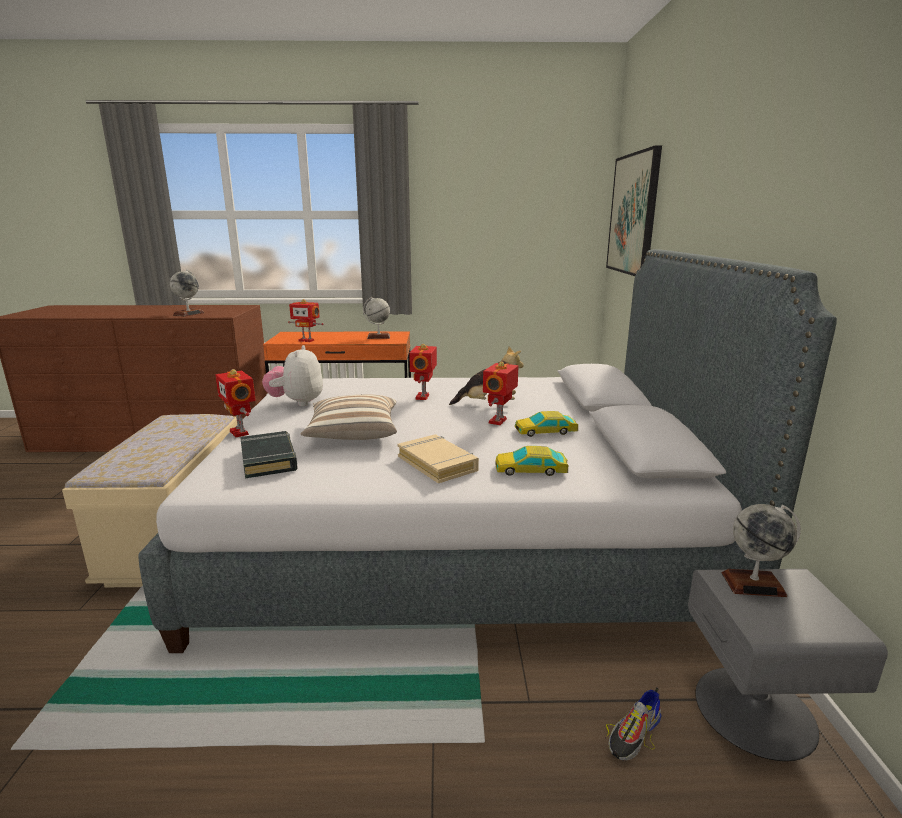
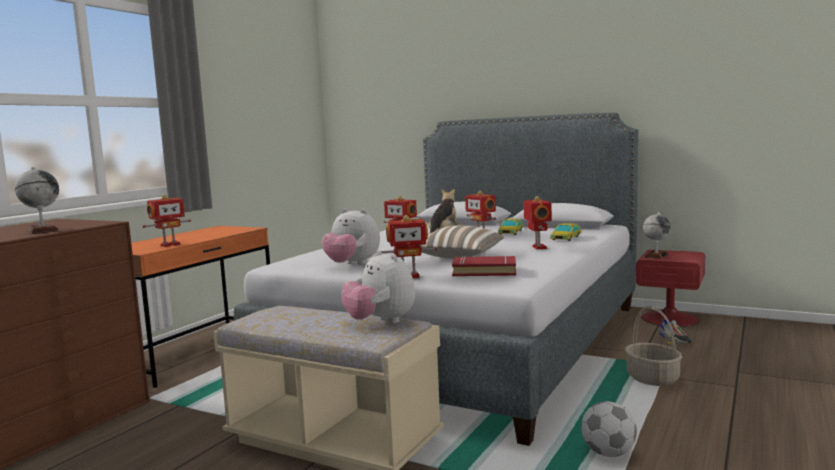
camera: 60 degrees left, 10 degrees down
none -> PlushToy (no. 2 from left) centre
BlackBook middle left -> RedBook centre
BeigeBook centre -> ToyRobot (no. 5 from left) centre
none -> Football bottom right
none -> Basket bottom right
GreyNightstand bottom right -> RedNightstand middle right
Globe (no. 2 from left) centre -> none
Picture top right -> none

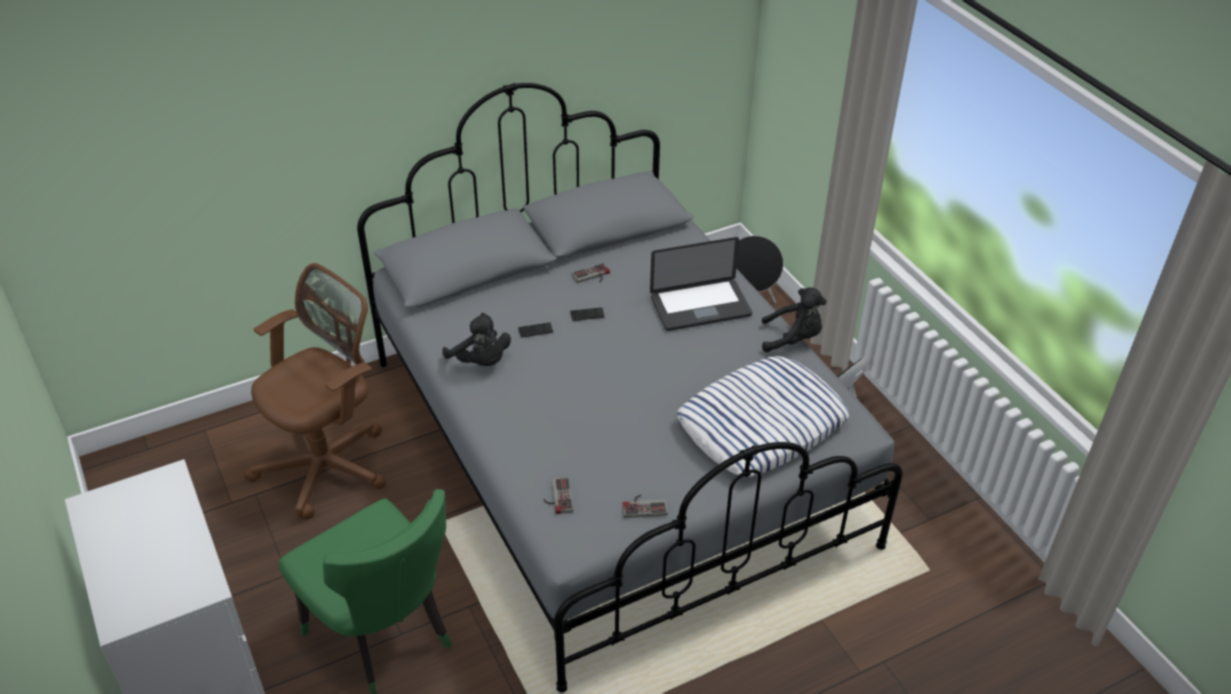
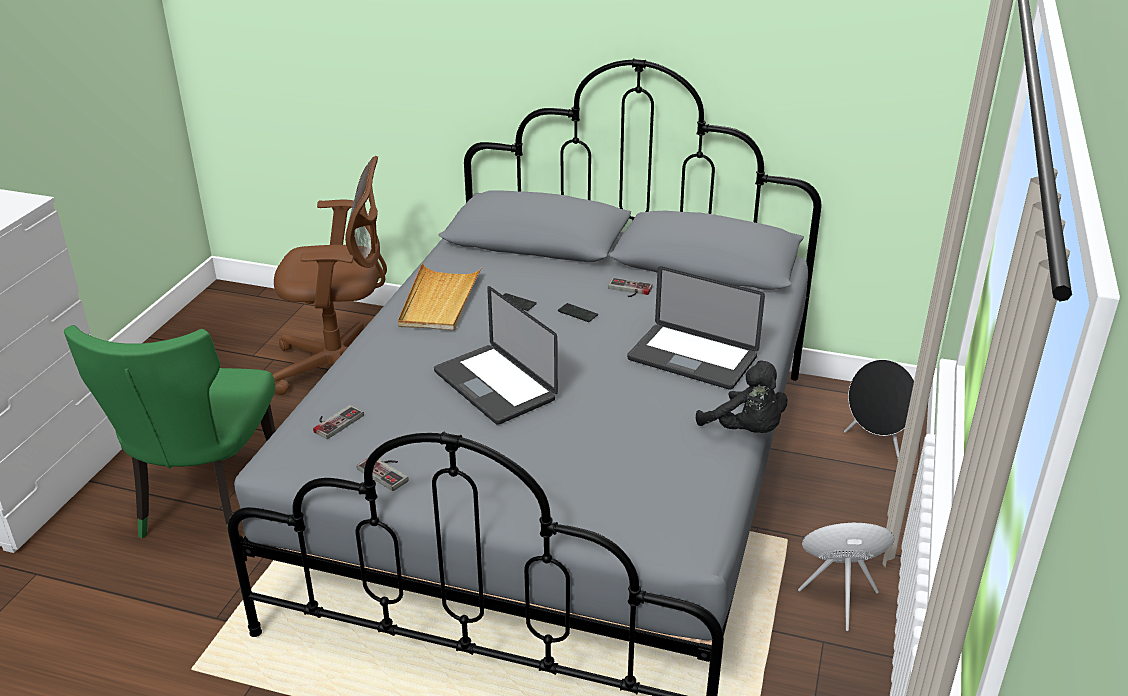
camera: 45 degrees right, 10 degrees down
BlackPlushToy (no. 1 from left) centre -> BeigeTray centre
none -> Laptop (no. 1 from left) centre
Pillow centre -> none

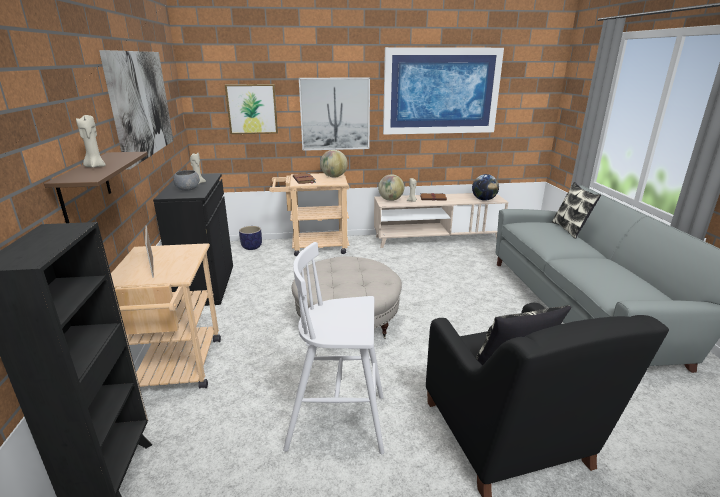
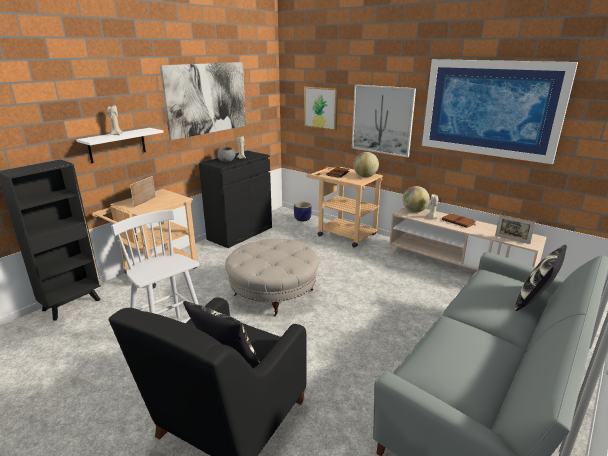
camera: 45 degrees right, 0 degrees up
BrownShelf middle left -> WhiteShelf top left
Globe (no. 3 from left) middle right -> PictureFrame (no. 2 from left) middle right

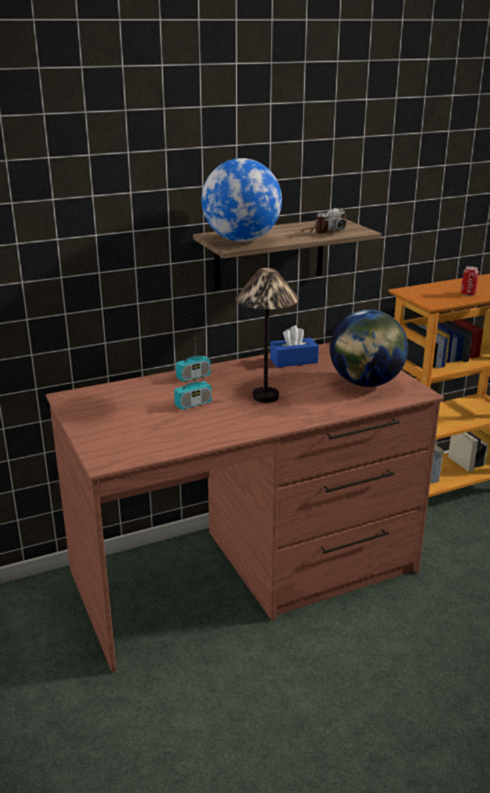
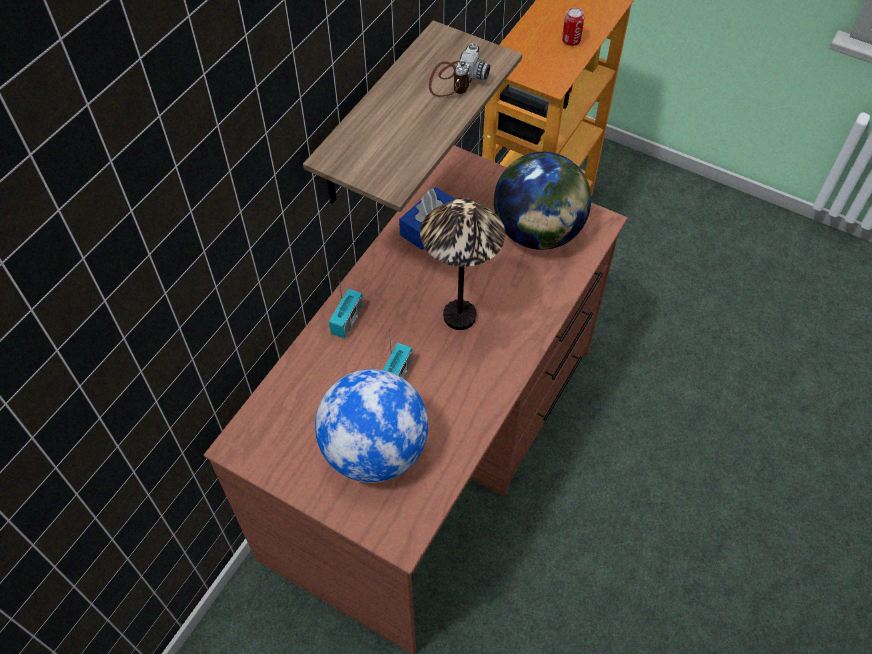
camera: 35 degrees left, 30 degrees up
Globe (no. 1 from left) top centre -> Globe (no. 1 from left) centre, shifted

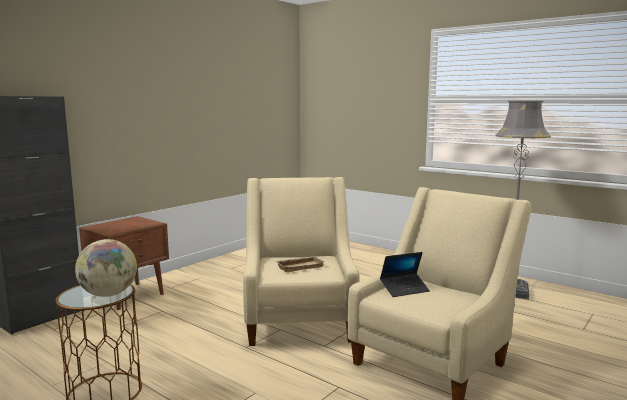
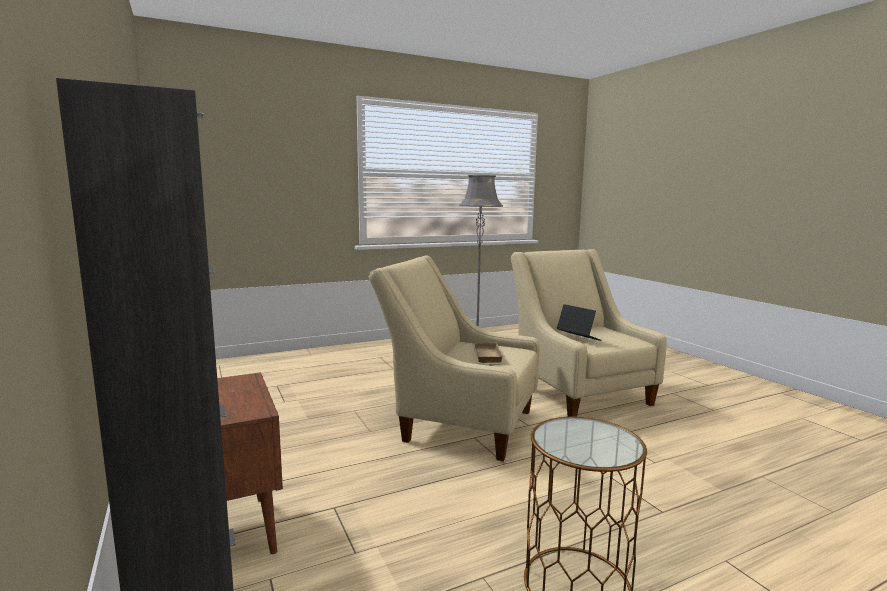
camera: 65 degrees left, 0 degrees up
Laptop bottom centre -> Laptop centre, 45 degrees counterclockwise
Globe bottom left -> none

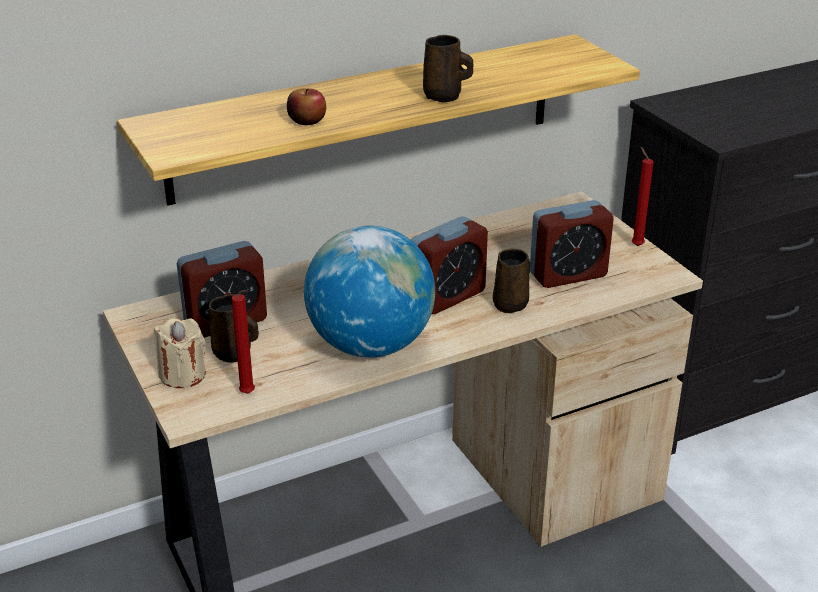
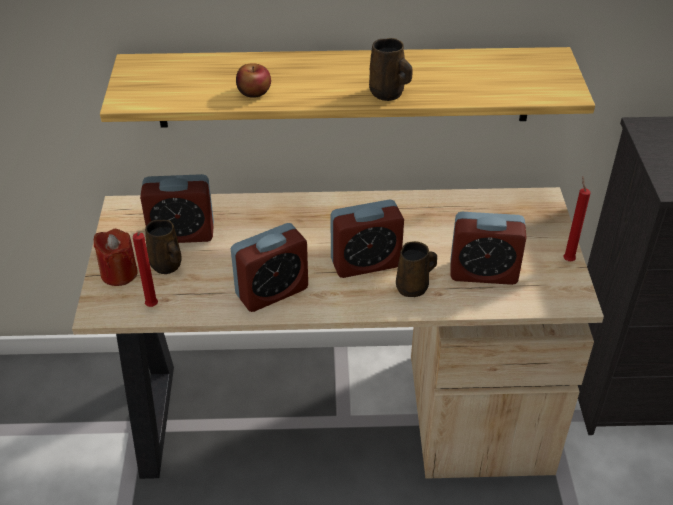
camera: 25 degrees right, 10 degrees up
BeigeCandle middle left -> RedCandle (no. 1 from left) middle left
Globe centre -> AlarmClock (no. 2 from left) centre

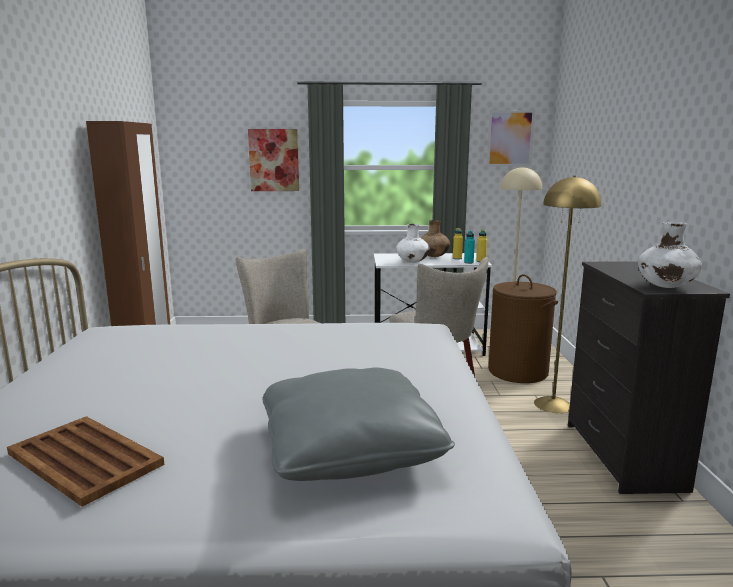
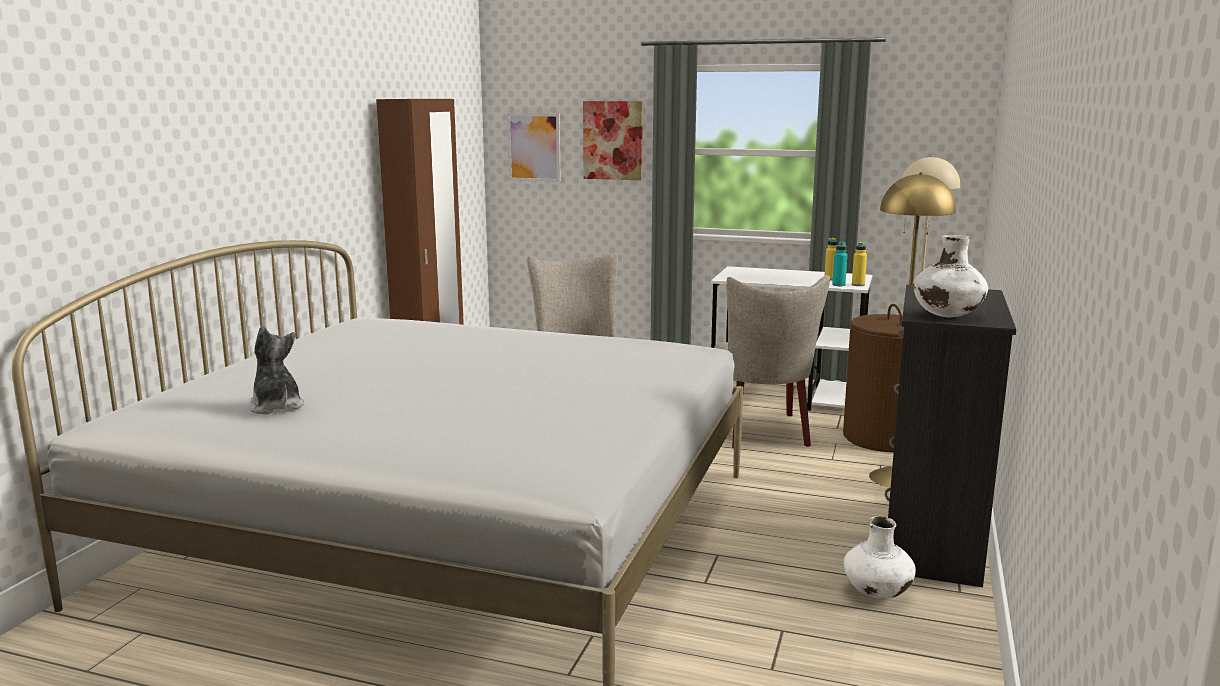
camera: 20 degrees right, 0 degrees up
BrownTray bottom left -> PlushToy middle left
Picture (no. 2 from left in the first image) top right -> Picture (no. 1 from left) top centre, shifted
WhiteVase (no. 1 from left) centre -> WhiteVase (no. 1 from left) bottom right, shifted
GreyPillow bottom centre -> none
BrownVase centre -> none

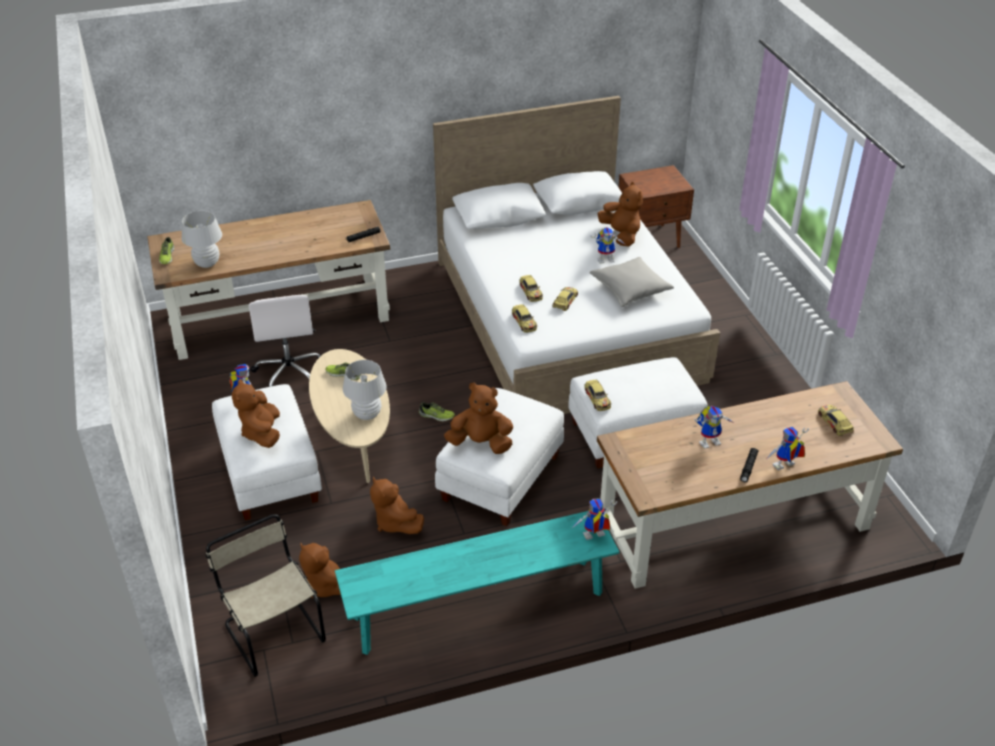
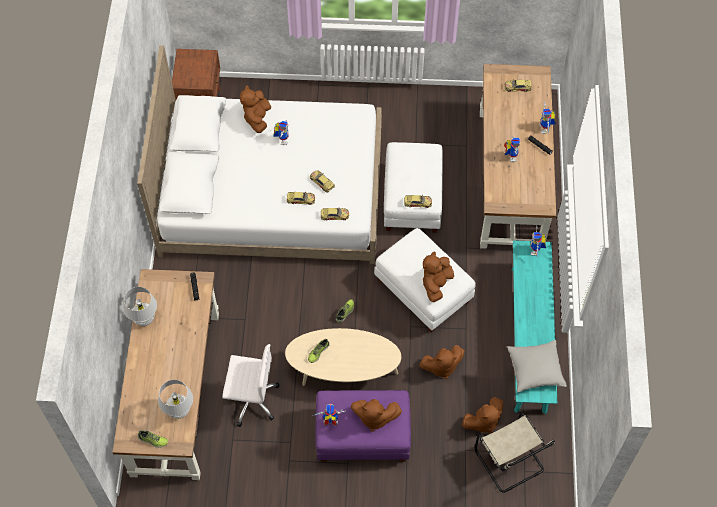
camera: 70 degrees left, 20 degrees up
WhiteTableLamp (no. 2 from left in the first image) centre -> WhiteTableLamp (no. 1 from left) middle left, shifted
BrownPlushToy (no. 5 from left in the first image) top centre -> BrownPlushToy (no. 1 from left) top centre, 75 degrees counterclockwise
WhiteOttoman (no. 1 from left) middle left -> PurpleOttoman bottom centre
BeigeChair bottom left -> BeigeChair bottom right, 105 degrees counterclockwise
GreyPillow centre -> GreyPillow bottom right, shifted

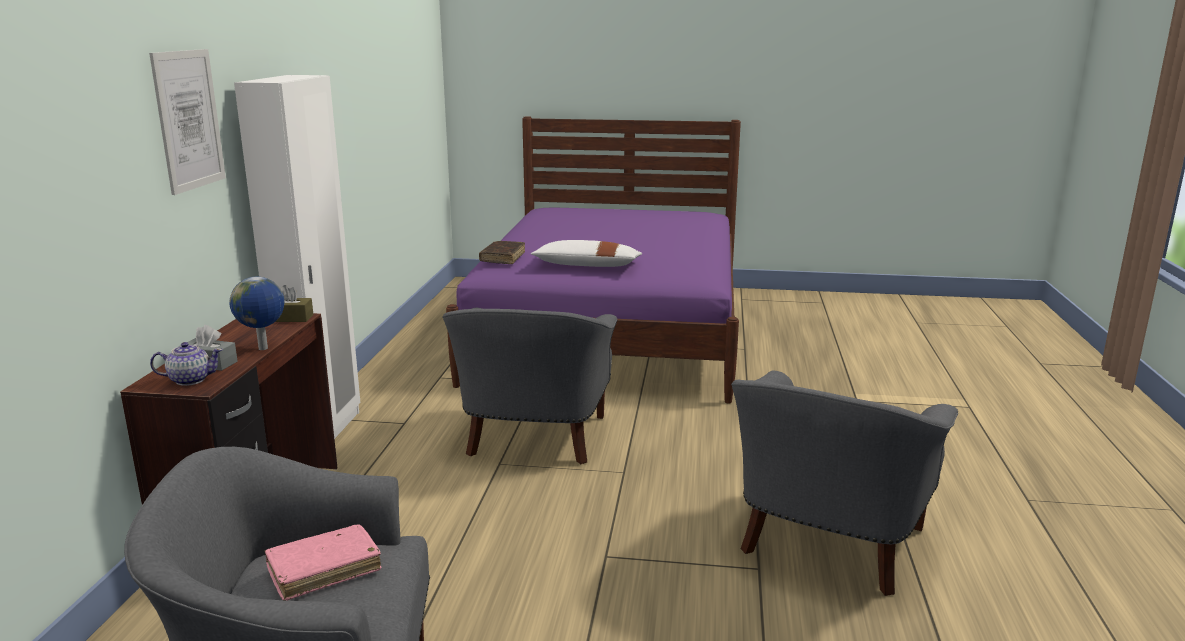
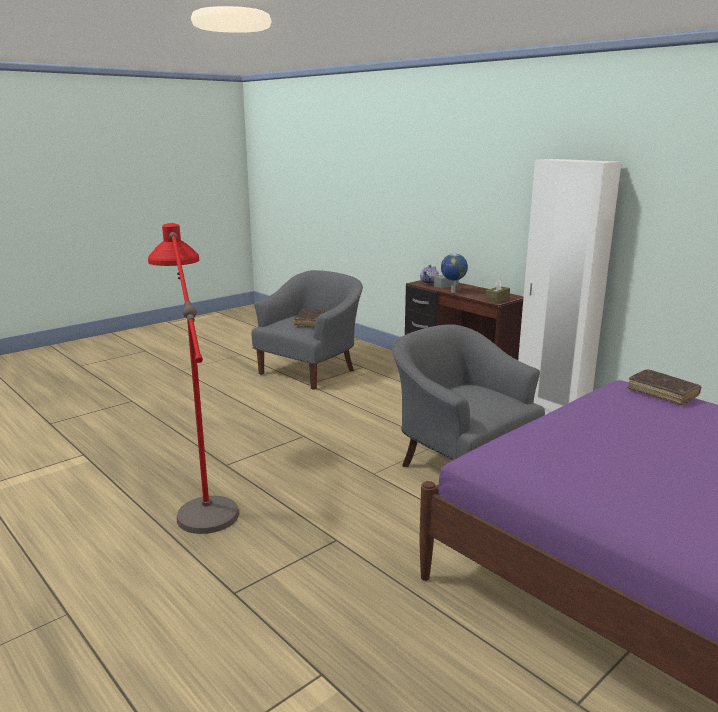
camera: 130 degrees right, 0 degrees up
GreyArmchair (no. 3 from left) bottom right -> RedFloorLamp middle left
PinkBook bottom left -> BrownBook (no. 1 from left) centre
Picture top left -> none
WhitePillow centre -> none

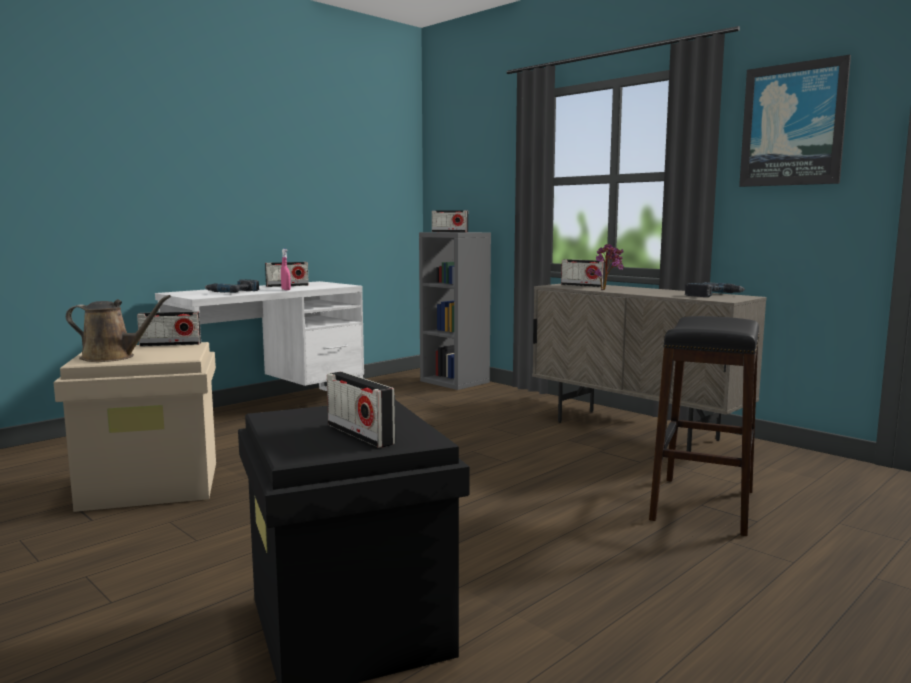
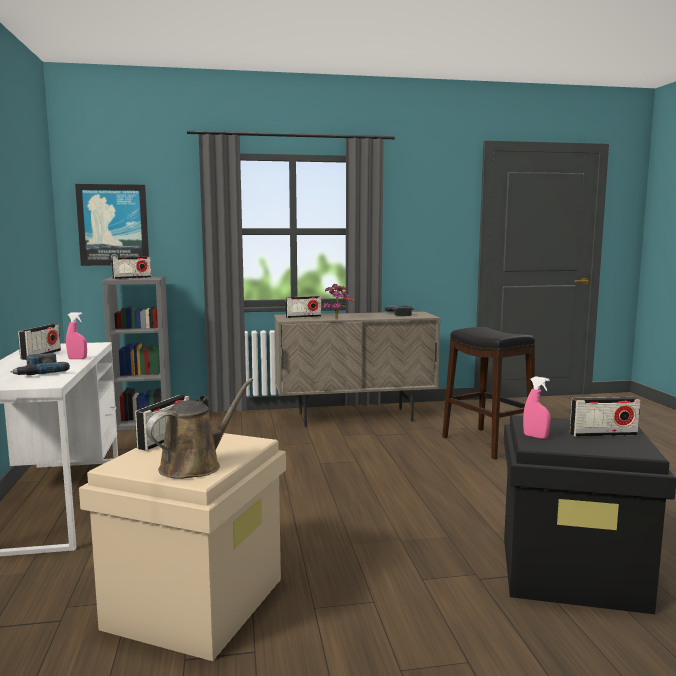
camera: 55 degrees left, 0 degrees up
Picture top right -> Picture top left, shifted
none -> PinkSprayBottle (no. 2 from left) middle right

